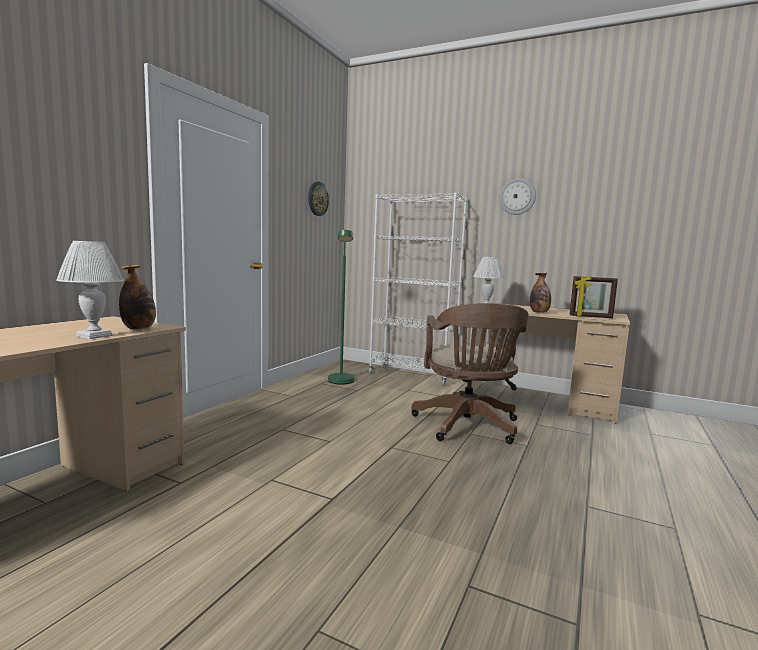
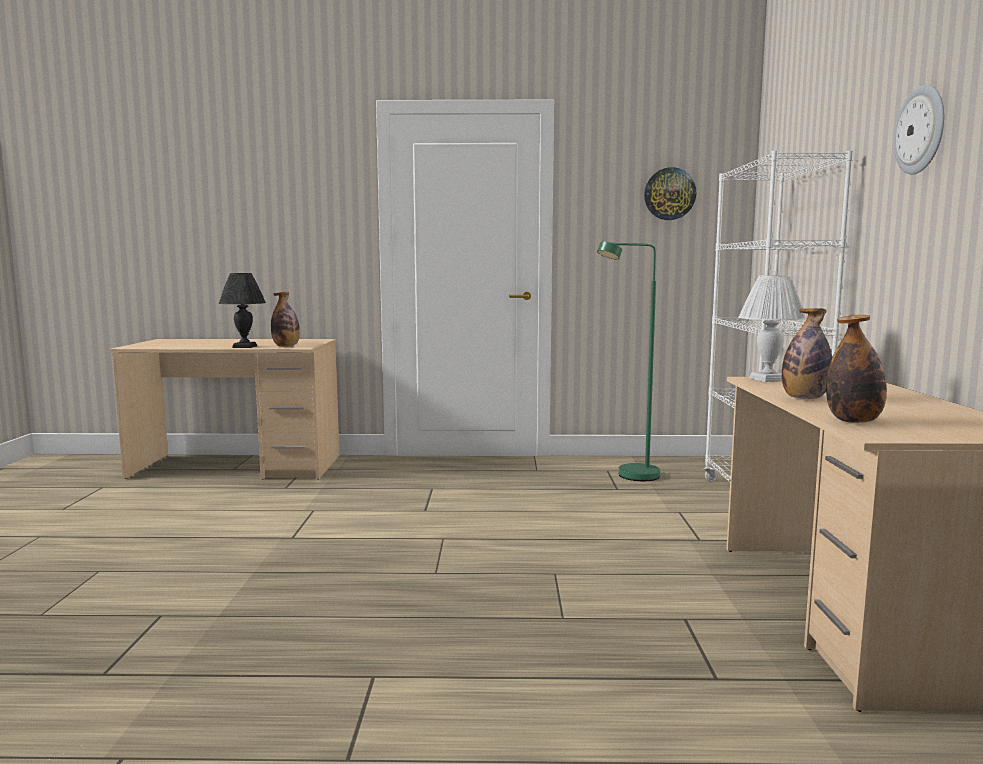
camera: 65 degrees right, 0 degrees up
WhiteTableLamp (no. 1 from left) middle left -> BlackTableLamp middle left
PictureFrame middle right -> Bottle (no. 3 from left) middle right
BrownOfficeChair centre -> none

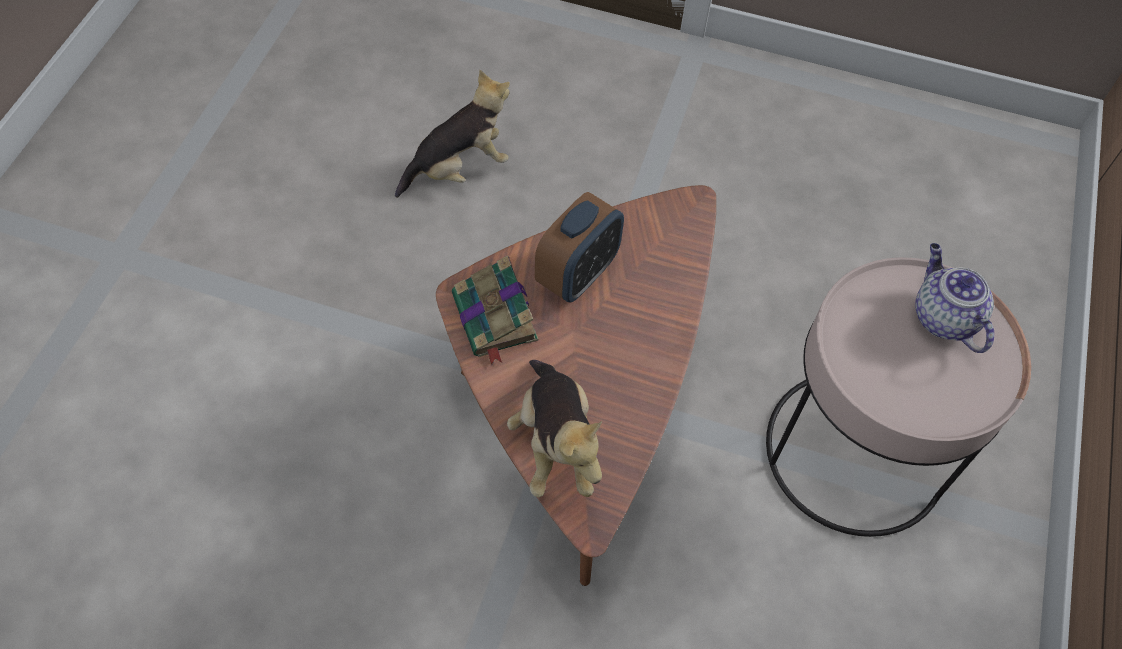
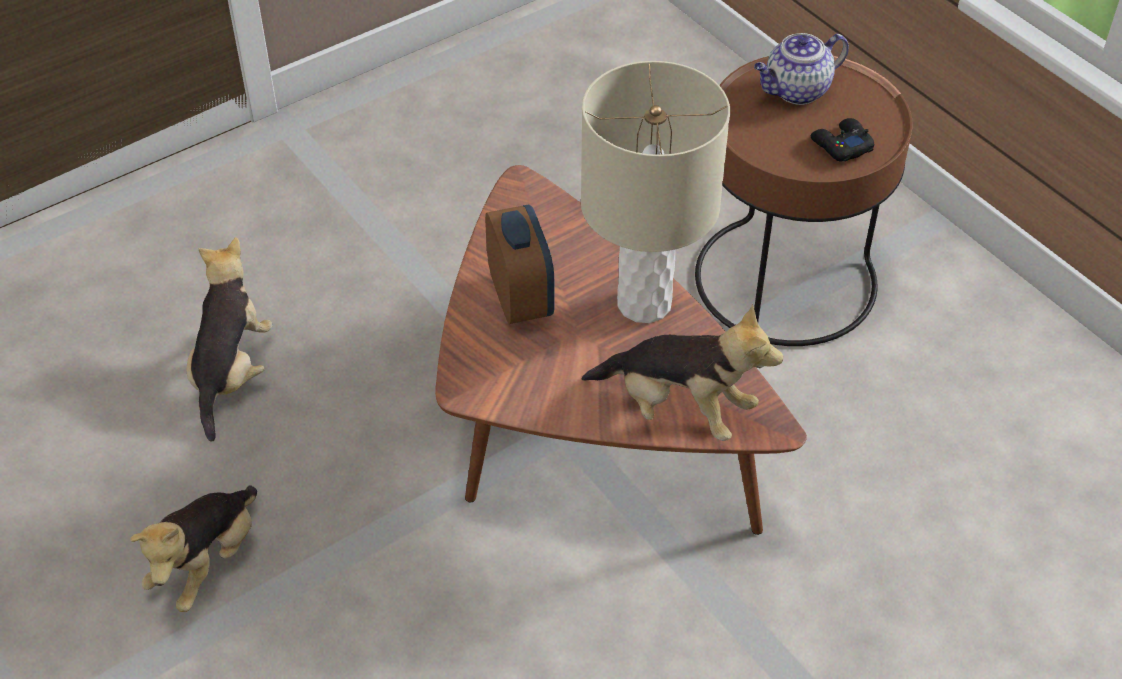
camera: 50 degrees left, 10 degrees down
none -> PlushToy (no. 1 from left) bottom left
none -> BeigeTableLamp top centre
PinkSideTable middle right -> BrownSideTable top right
Teapot middle right -> Teapot top right, 45 degrees counterclockwise
none -> BlackGameController top right
Book centre -> none

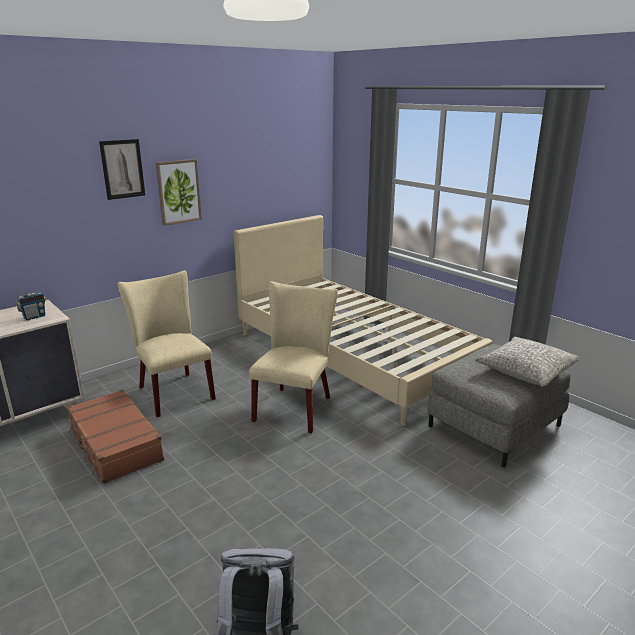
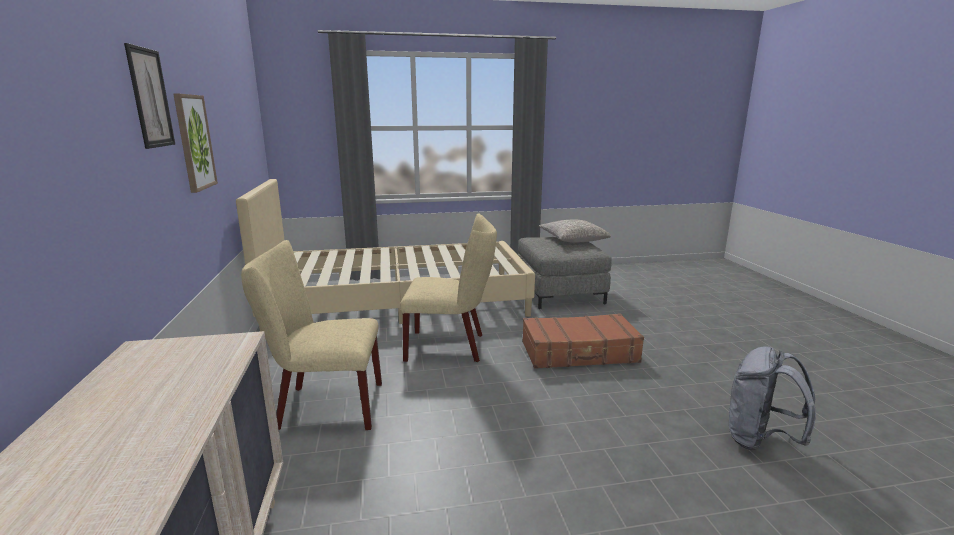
camera: 60 degrees left, 5 degrees down
BeigeChair (no. 2 from left) centre, 135 degrees clockwise
BrownSuitcase bottom left -> BrownSuitcase centre, shifted
Radio middle left -> none

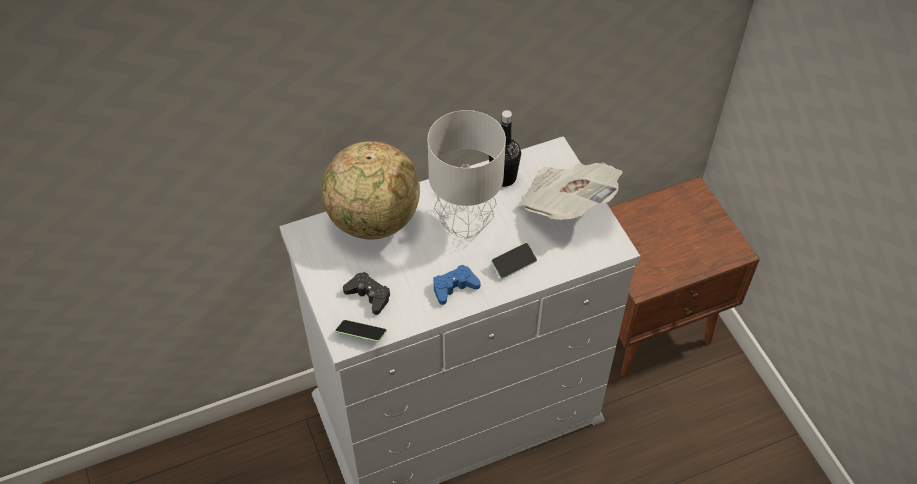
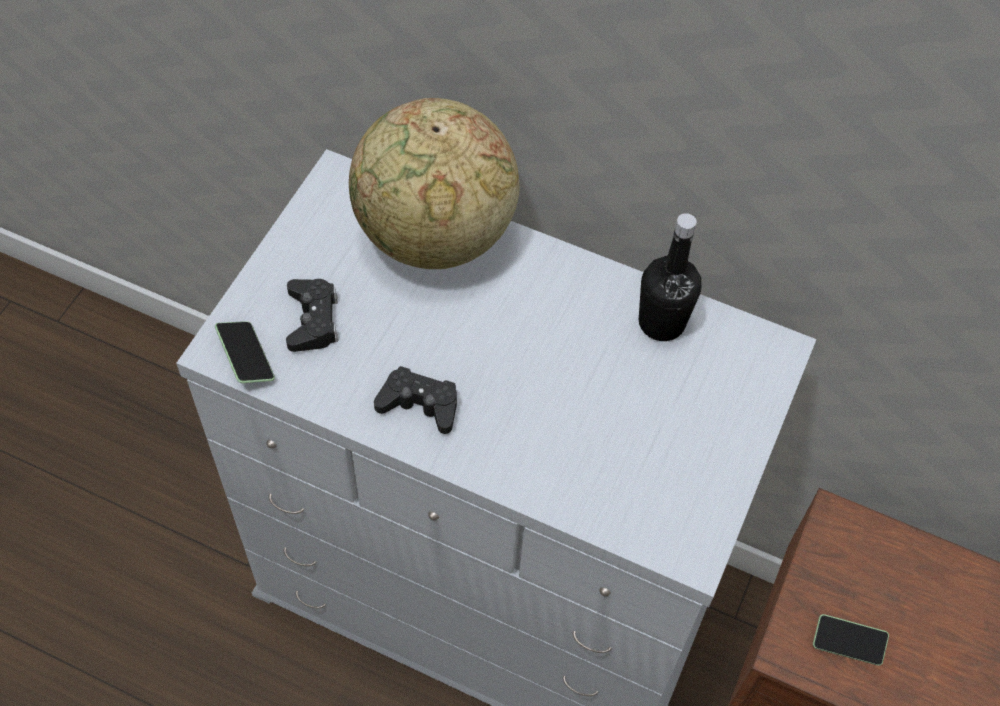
camera: 45 degrees right, 5 degrees up
BlueGameController centre -> BlackGameController (no. 2 from left) centre
Phone (no. 2 from left) centre -> Phone (no. 2 from left) bottom right, shifted
GreyTableLamp centre -> none
Newspaper centre -> none

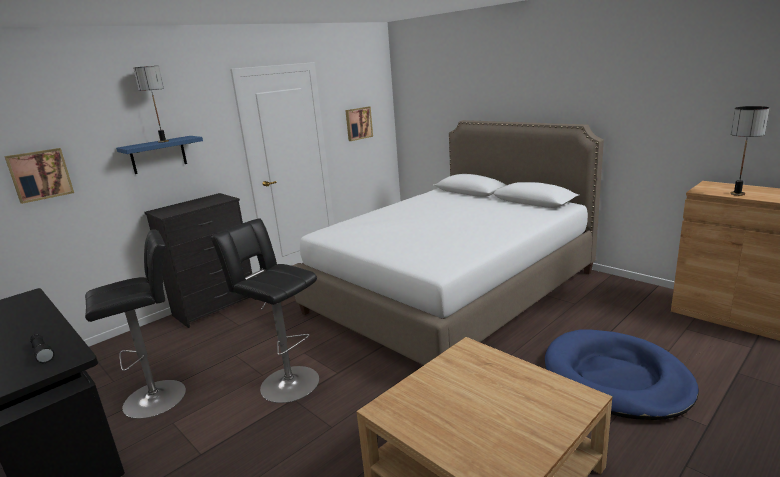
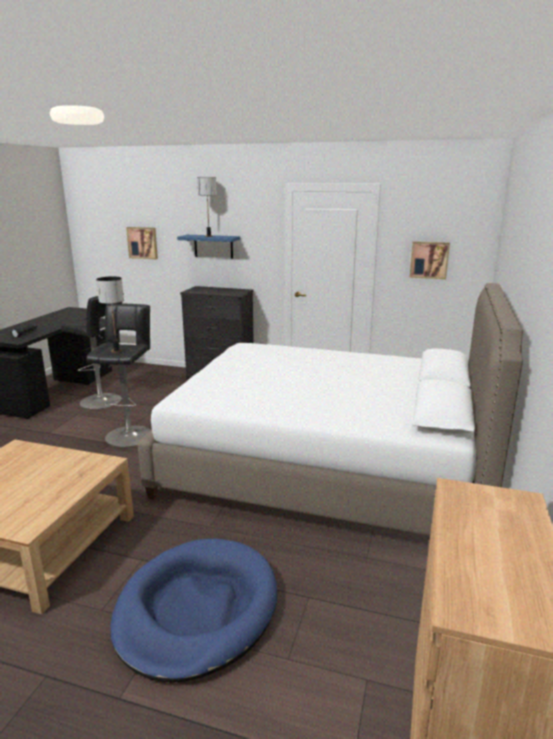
camera: 60 degrees right, 0 degrees up
TableLamp (no. 2 from left in the first image) top right -> TableLamp (no. 1 from left) middle left, shifted

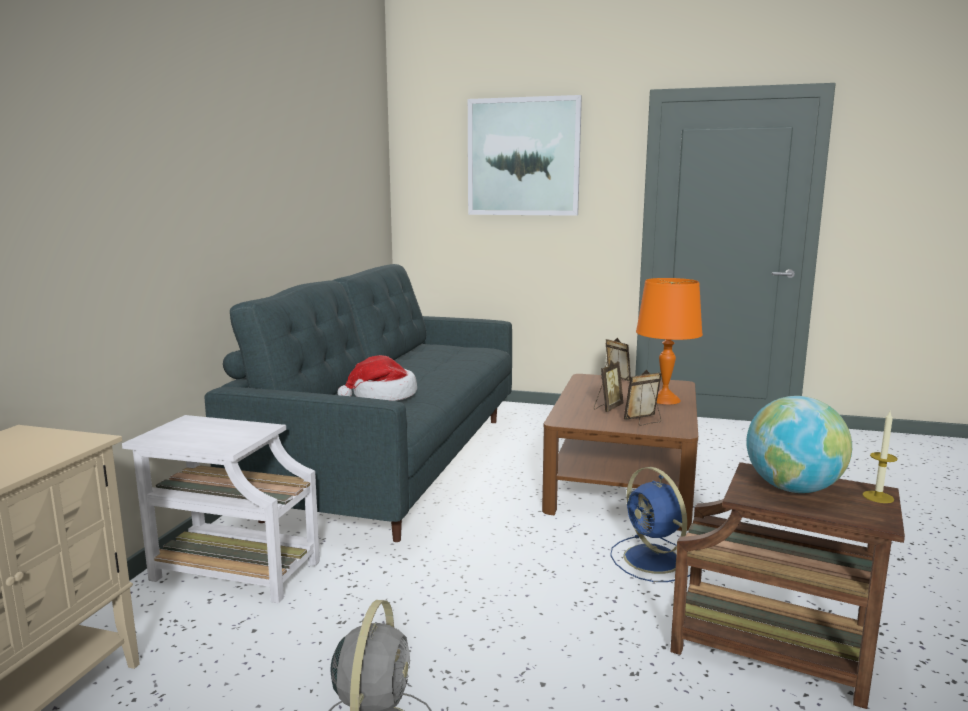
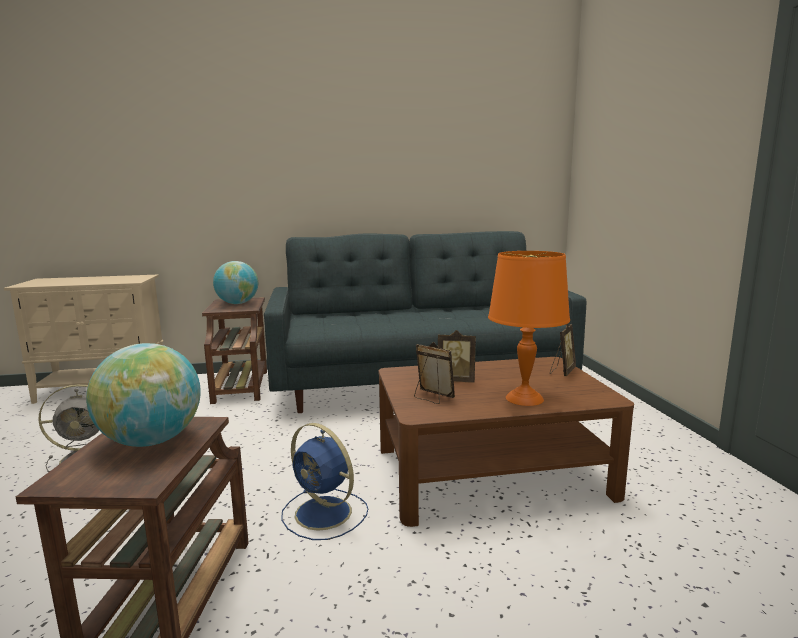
camera: 65 degrees right, 0 degrees up
WhiteSideTable bottom left -> BrownSideTable (no. 2 from left) middle left
none -> Globe (no. 2 from left) middle left
BlueFan bottom right -> BlueFan bottom centre, 90 degrees counterclockwise
Hat centre -> none
Picture top centre -> none
Candle middle right -> none

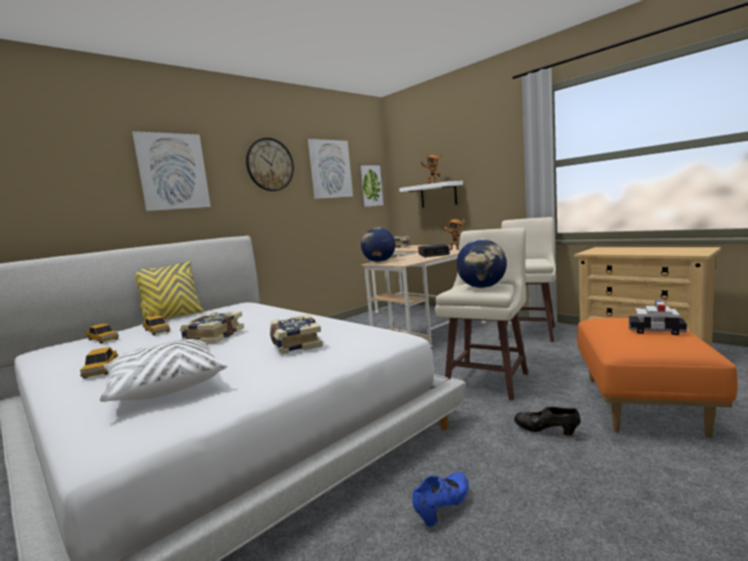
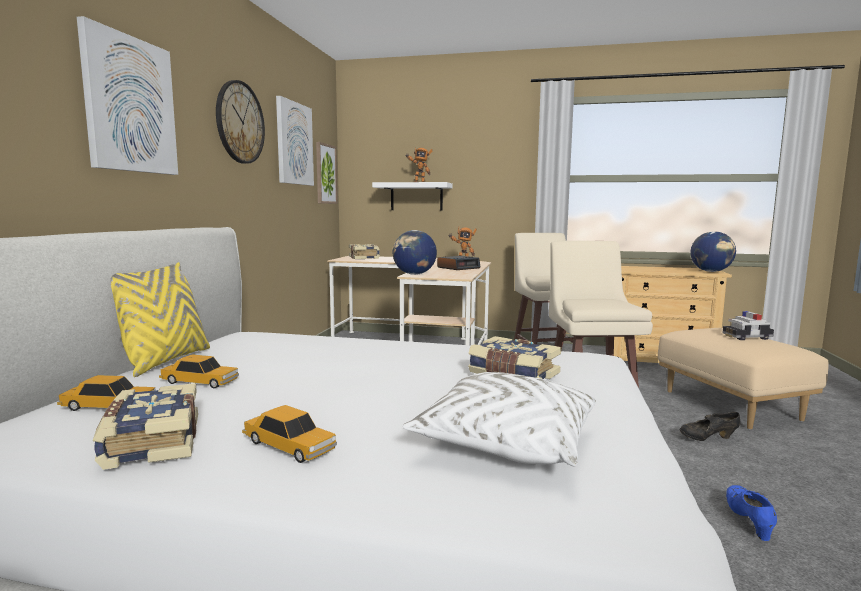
camera: 35 degrees left, 0 degrees up
Book (no. 1 from left) middle left -> Book (no. 1 from left) bottom left, shifted
OrangeOttoman bottom right -> BeigeOttoman middle right
Globe (no. 2 from left) centre -> Globe (no. 2 from left) middle right, shifted

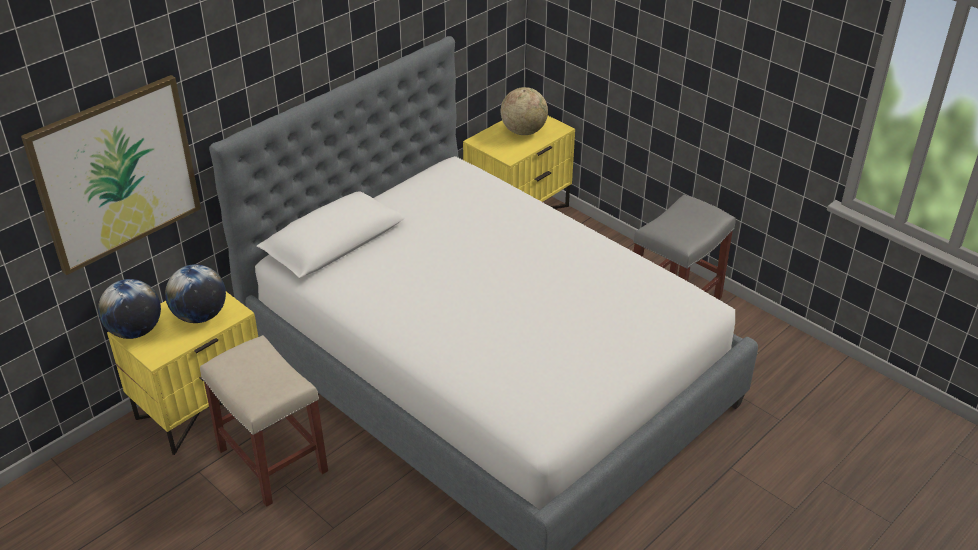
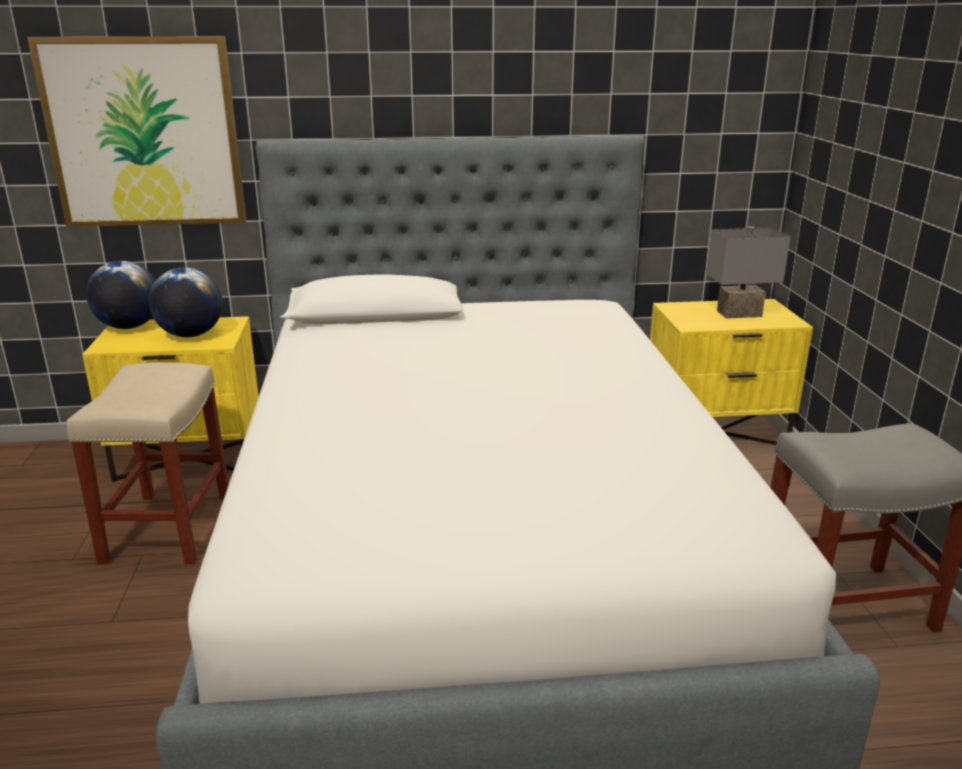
camera: 40 degrees right, 15 degrees down
Globe (no. 3 from left) top centre -> GreyTableLamp middle right

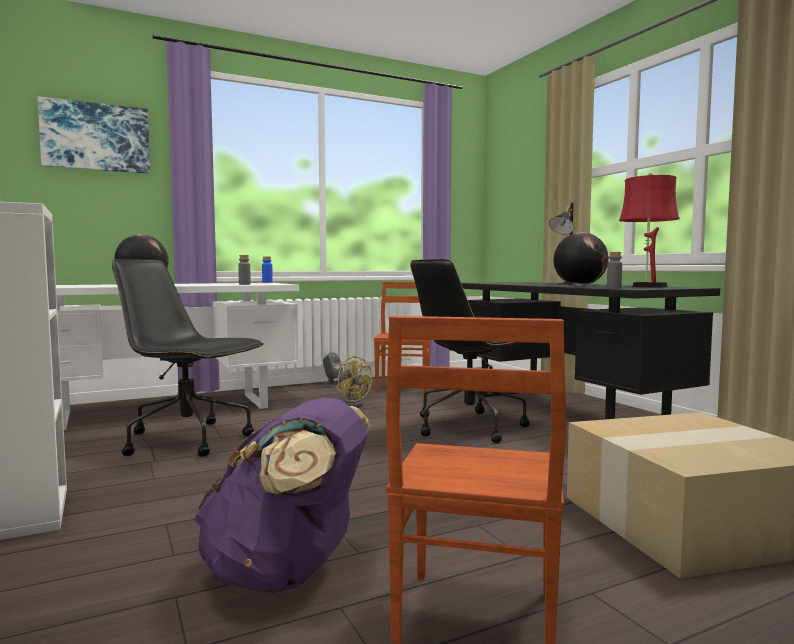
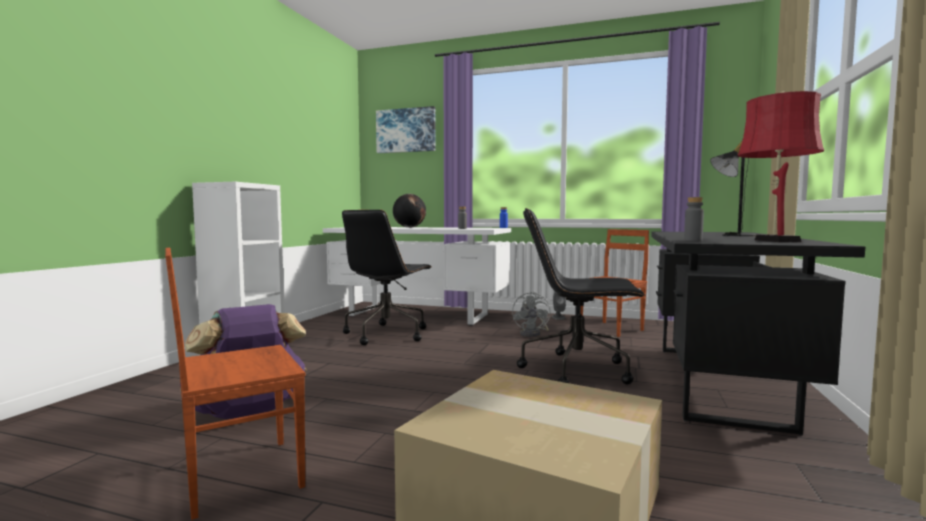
camera: 45 degrees right, 0 degrees up
BlackOfficeChair (no. 1 from left) middle left -> BlackOfficeChair (no. 1 from left) centre, 135 degrees counterclockwise
YellowFan centre -> GreyFan centre
Globe (no. 2 from left) middle right -> none

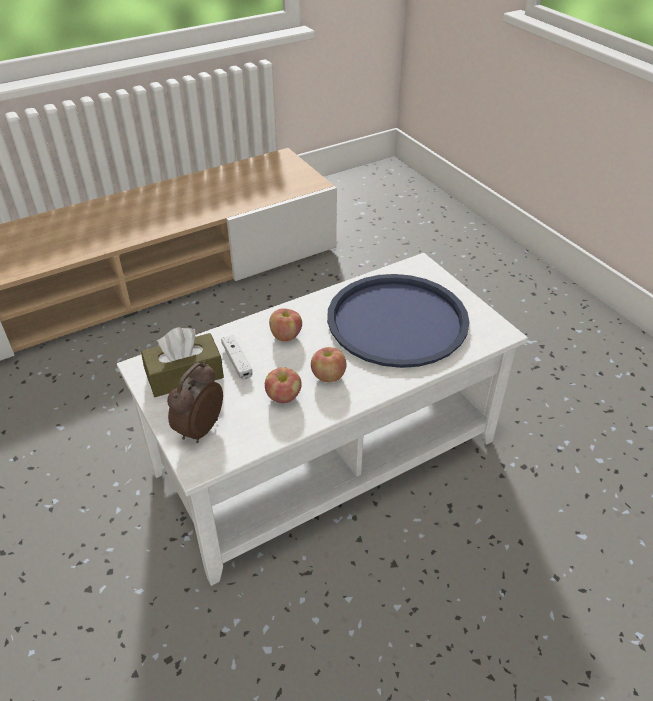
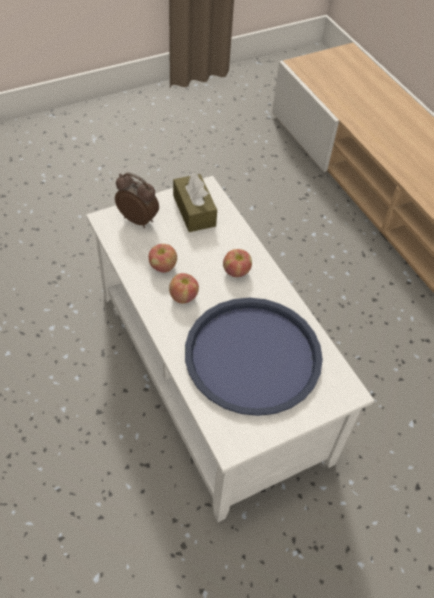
camera: 90 degrees right, 10 degrees up
WhiteGameController centre -> none

